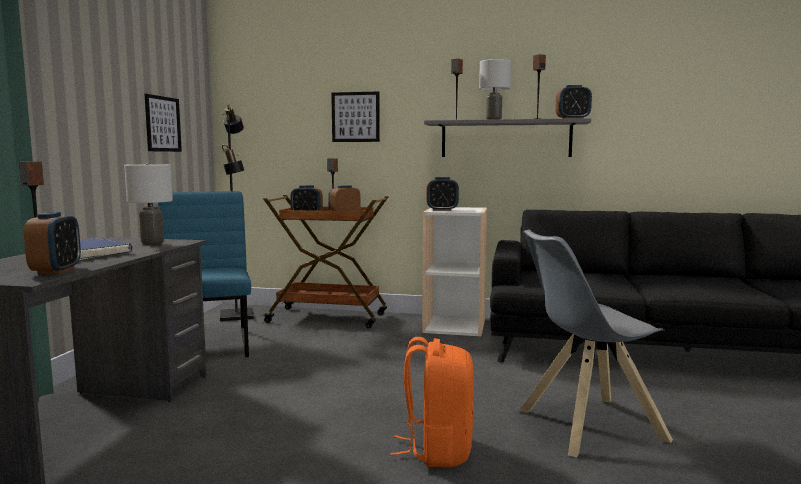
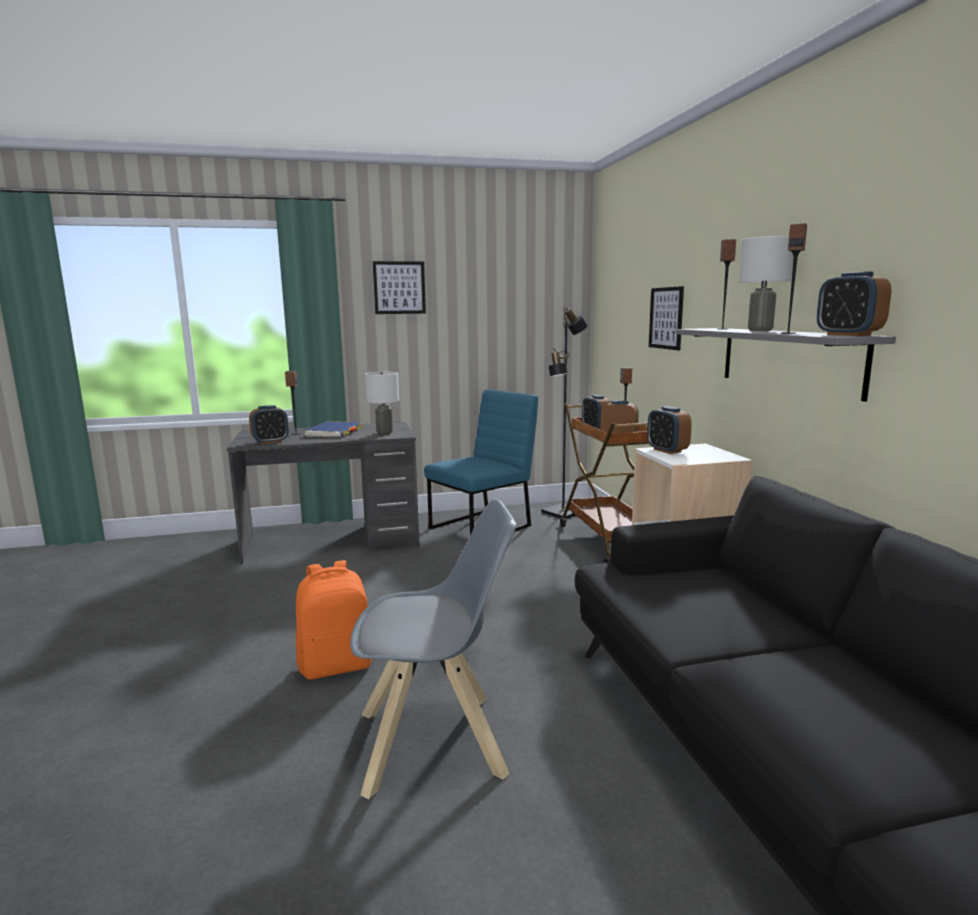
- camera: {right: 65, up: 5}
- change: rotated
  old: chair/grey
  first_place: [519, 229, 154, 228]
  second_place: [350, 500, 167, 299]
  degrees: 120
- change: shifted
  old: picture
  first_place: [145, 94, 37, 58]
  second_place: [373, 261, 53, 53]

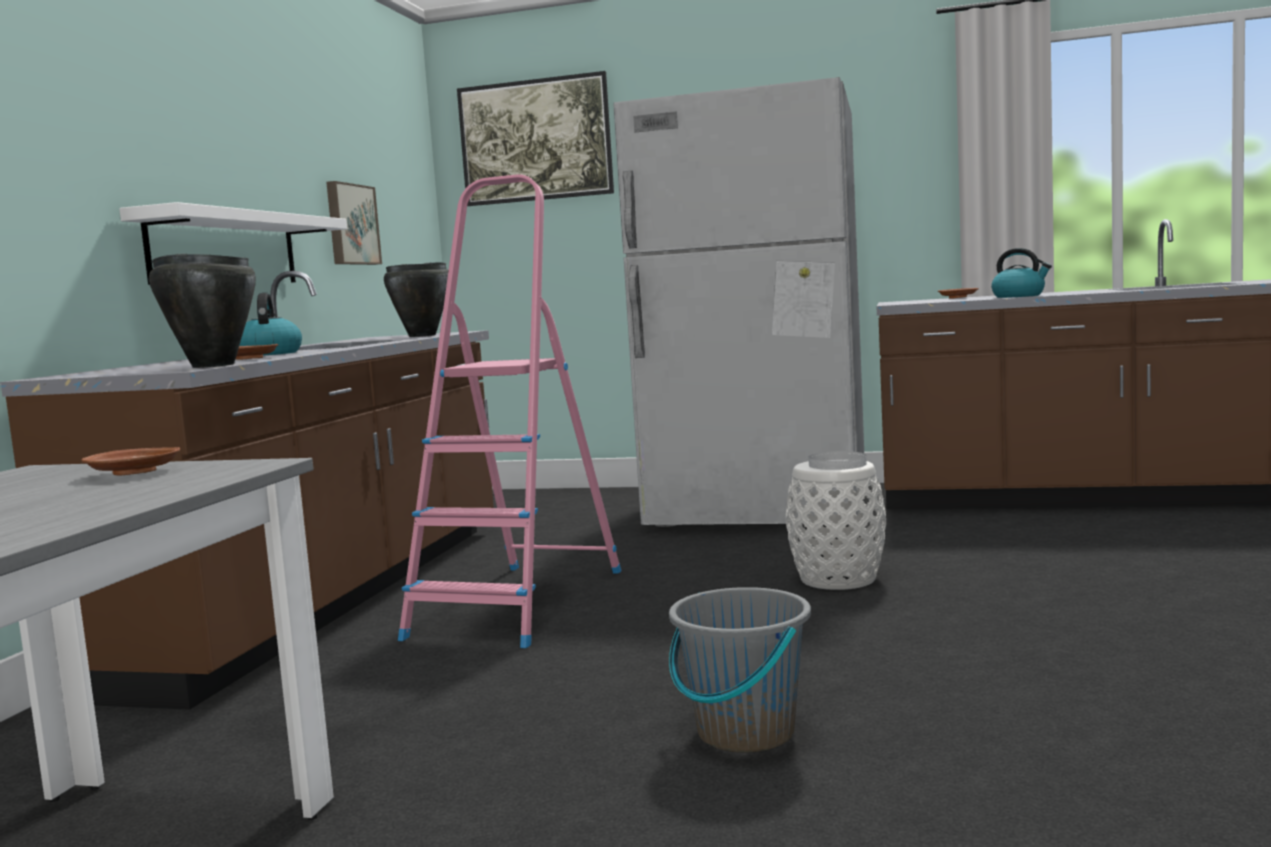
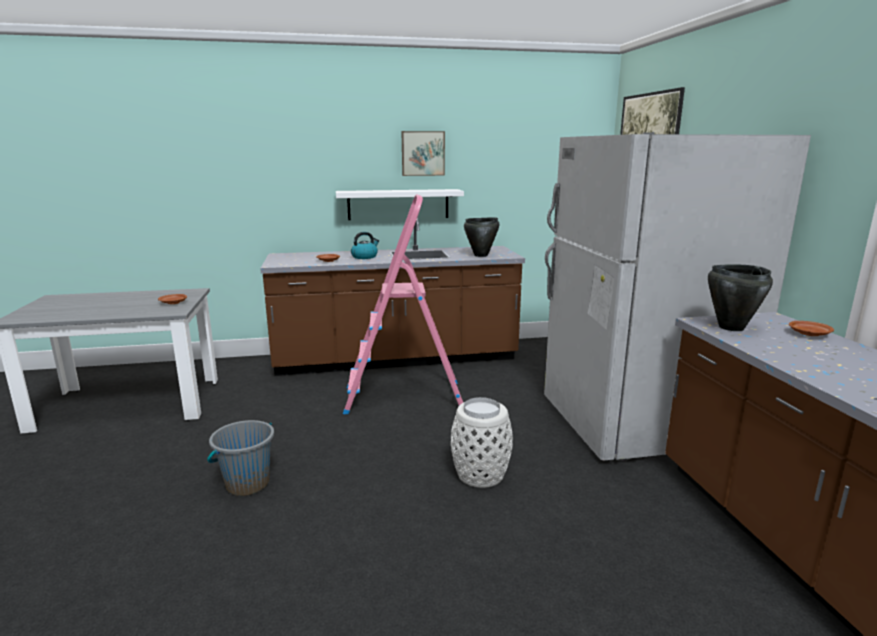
- camera: {right: 65, up: 10}
- change: shifted
  old: picture
  first_place: [326, 181, 56, 84]
  second_place: [401, 131, 44, 45]
- change: shifted
  old: cooking pot/black
  first_place: [149, 254, 107, 114]
  second_place: [708, 264, 65, 67]
- change: gone
  old: kettle
  first_place: [991, 248, 61, 50]

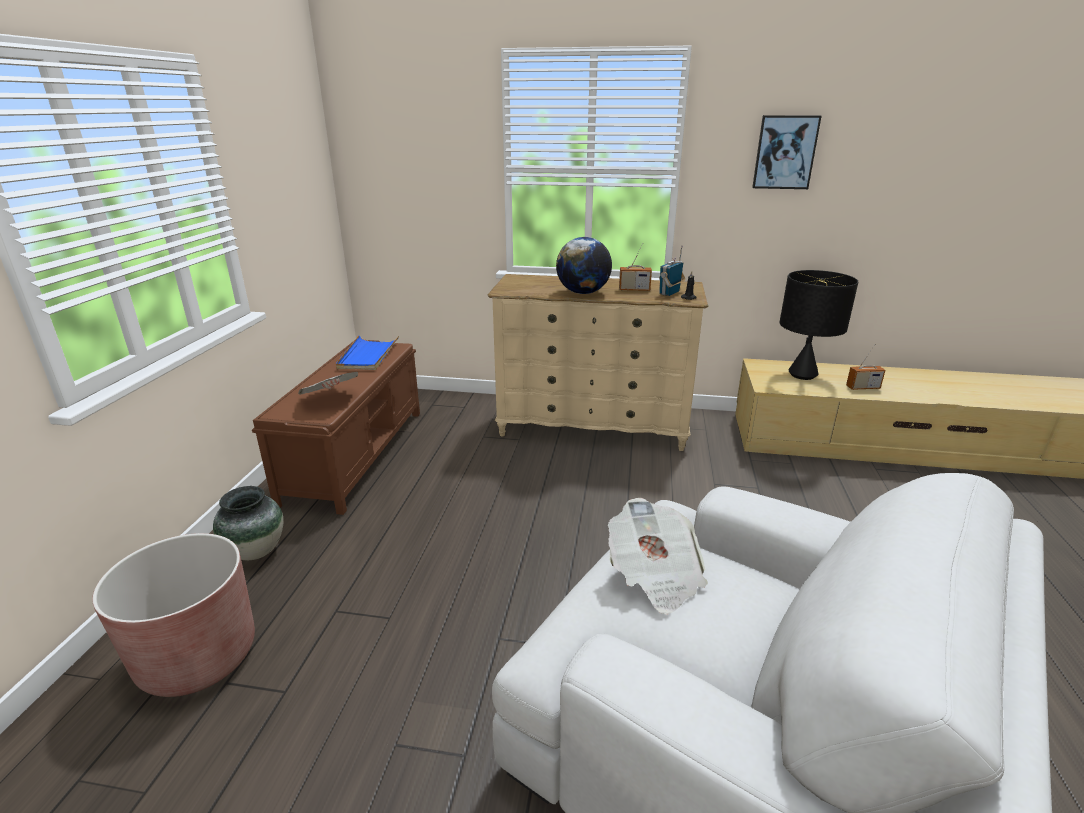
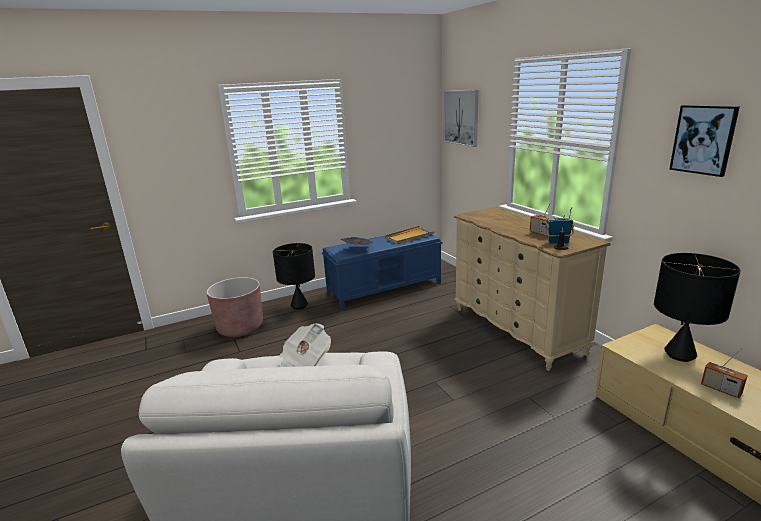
- camera: {right: 55, up: -5}
- change: swapped
  old: vase
  new: table lamp/black
  first_place: [213, 486, 70, 74]
  second_place: [273, 243, 42, 66]
- change: repainted
  old: bench/brown
  new: bench/blue
  first_place: [252, 340, 168, 175]
  second_place: [322, 228, 120, 81]
- change: repainted
  old: tray/blue
  new: tray/beige
  first_place: [336, 335, 63, 35]
  second_place: [385, 226, 50, 18]
- change: new
  new: picture
  second_place: [444, 90, 35, 57]
- change: gone
  old: globe
  first_place: [556, 237, 56, 57]

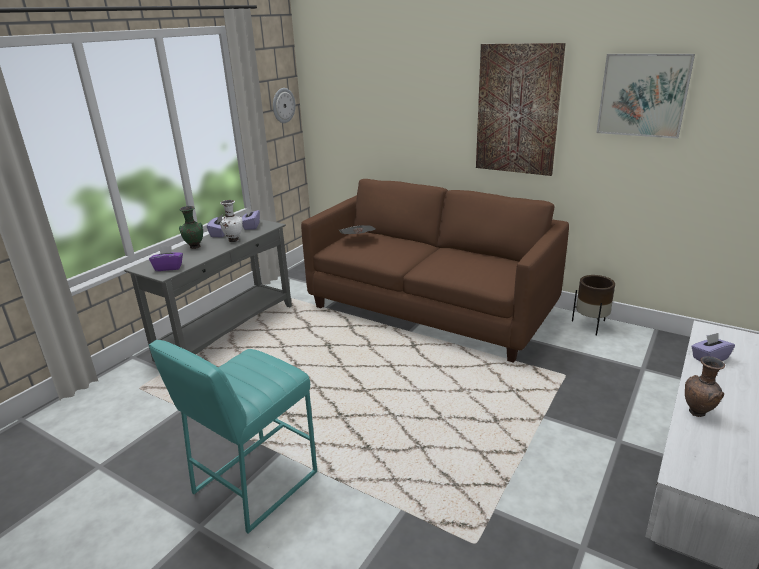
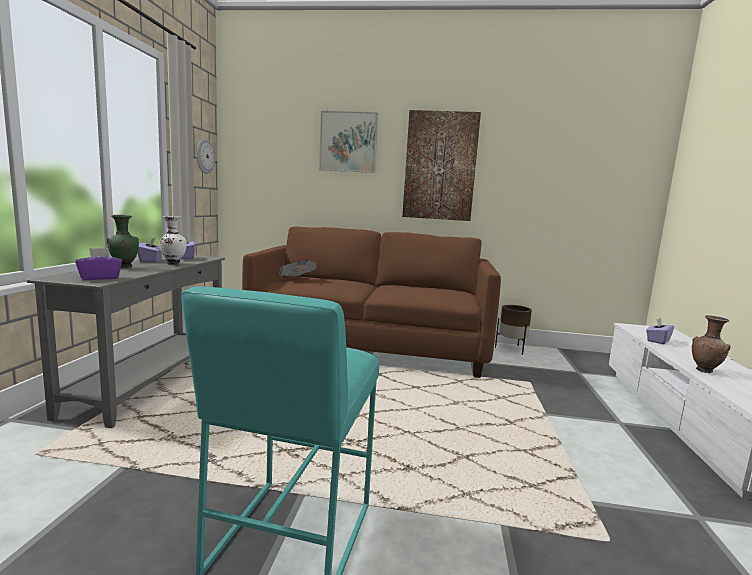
- camera: {right: -25, up: -15}
- change: shifted
  old: picture
  first_place: [596, 54, 99, 85]
  second_place: [319, 111, 59, 62]

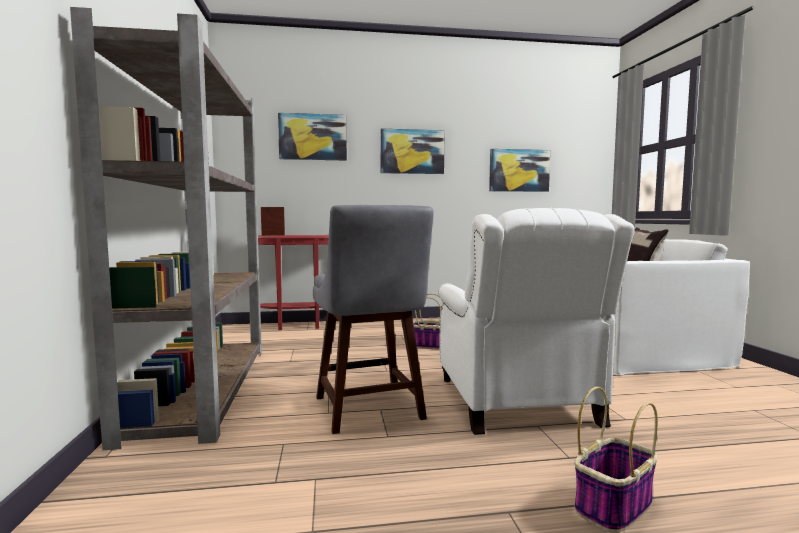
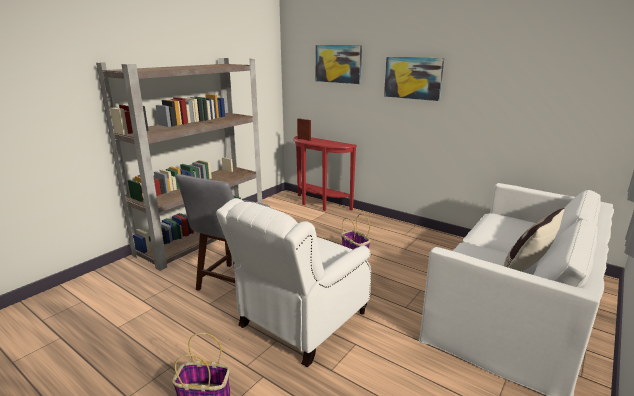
- camera: {right: 45, up: 15}
- change: gone
  old: picture
  first_place: [489, 149, 61, 43]

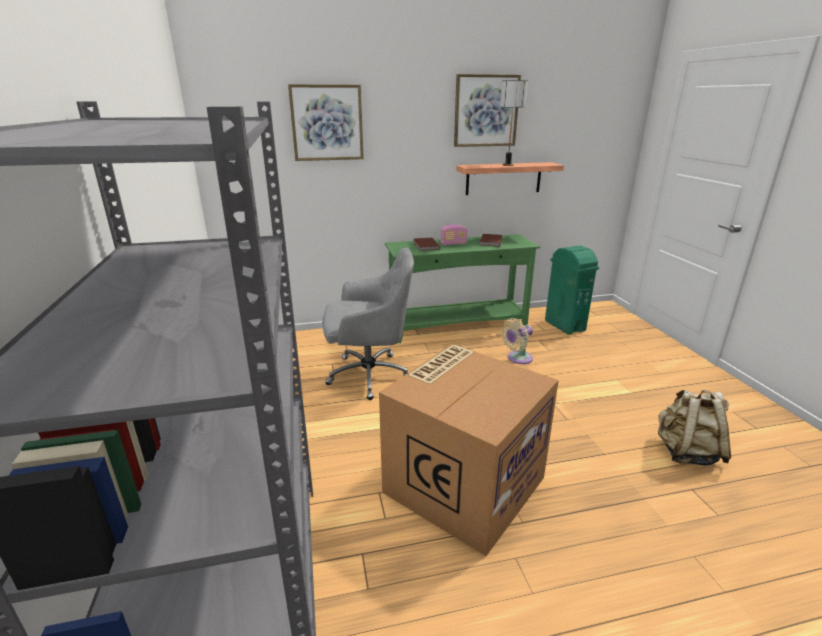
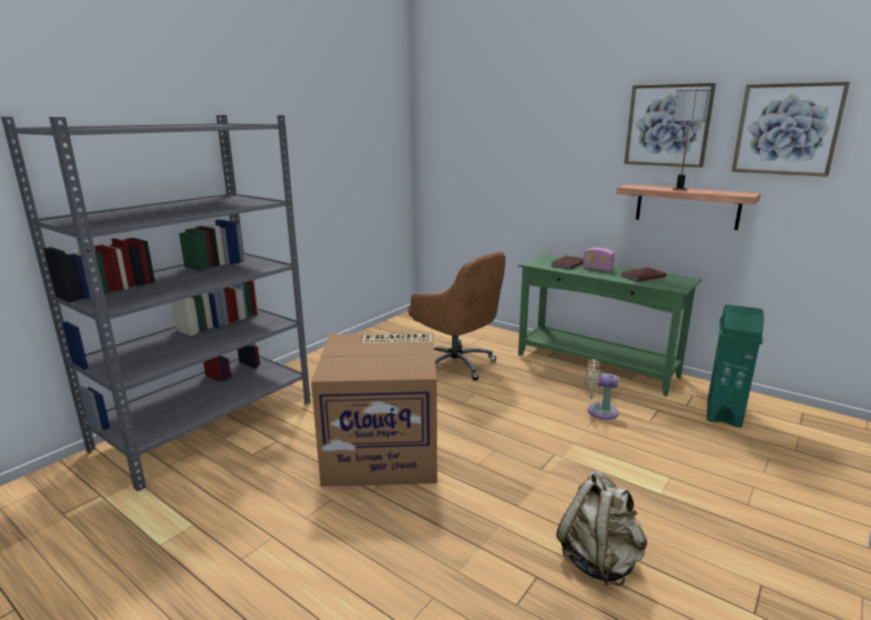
- camera: {right: 50, up: -5}
- change: repainted
  old: office chair/grey
  new: office chair/brown
  first_place: [322, 247, 92, 153]
  second_place: [407, 252, 99, 129]
- change: shifted
  old: picture
  first_place: [288, 84, 76, 77]
  second_place: [732, 81, 118, 96]

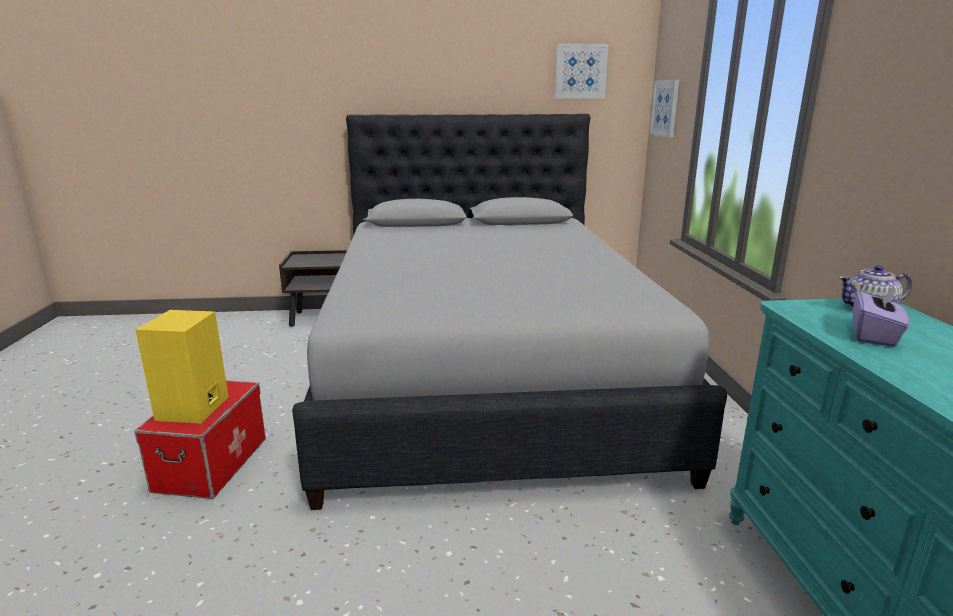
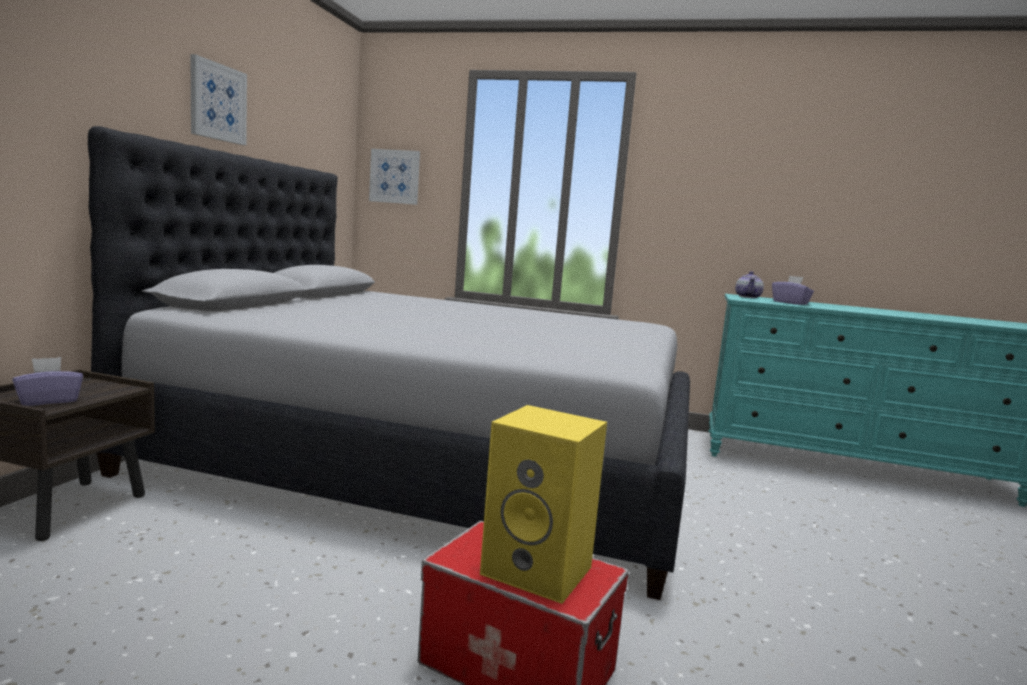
- camera: {right: -70, up: -10}
- change: new
  new: tissue box/purple
  second_place: [12, 357, 71, 49]
- change: shifted
  old: picture
  first_place: [555, 43, 54, 56]
  second_place: [191, 54, 56, 91]

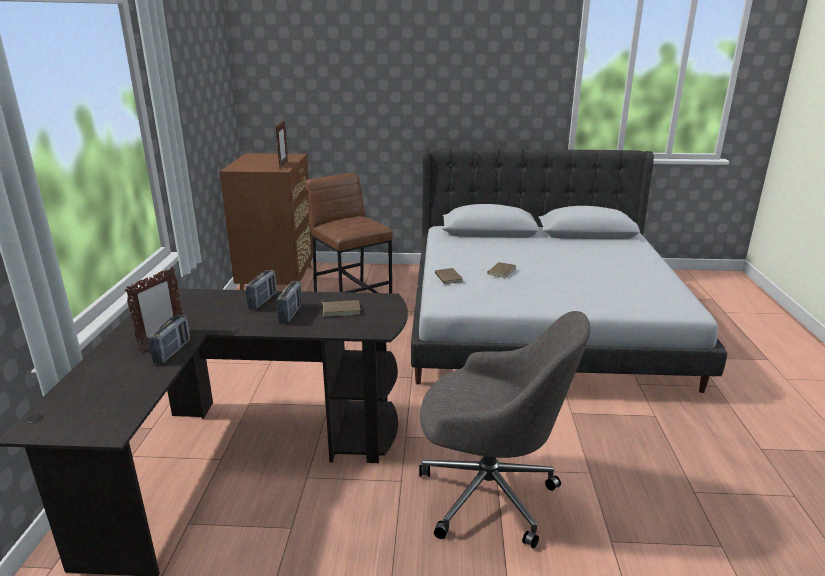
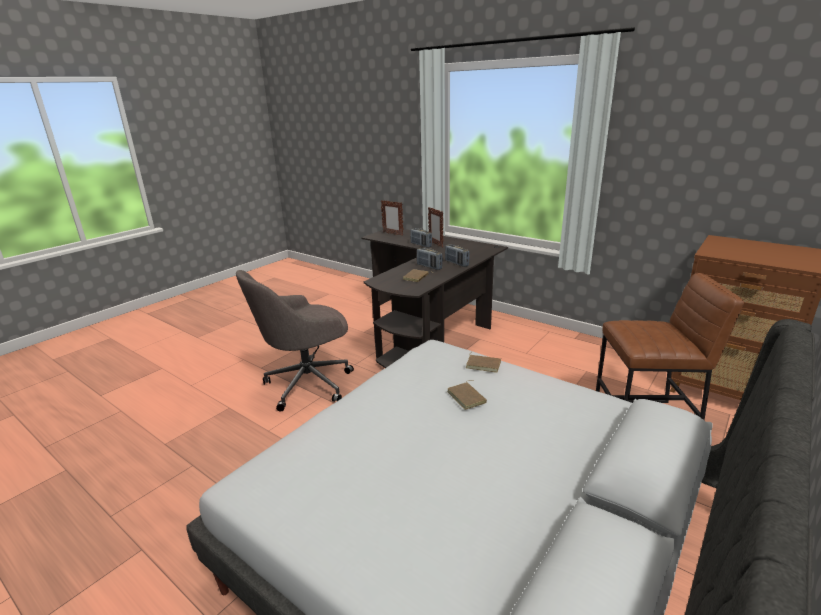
- camera: {right: 125, up: 0}
- change: shifted
  old: picture frame
  first_place: [276, 120, 12, 48]
  second_place: [381, 200, 23, 36]

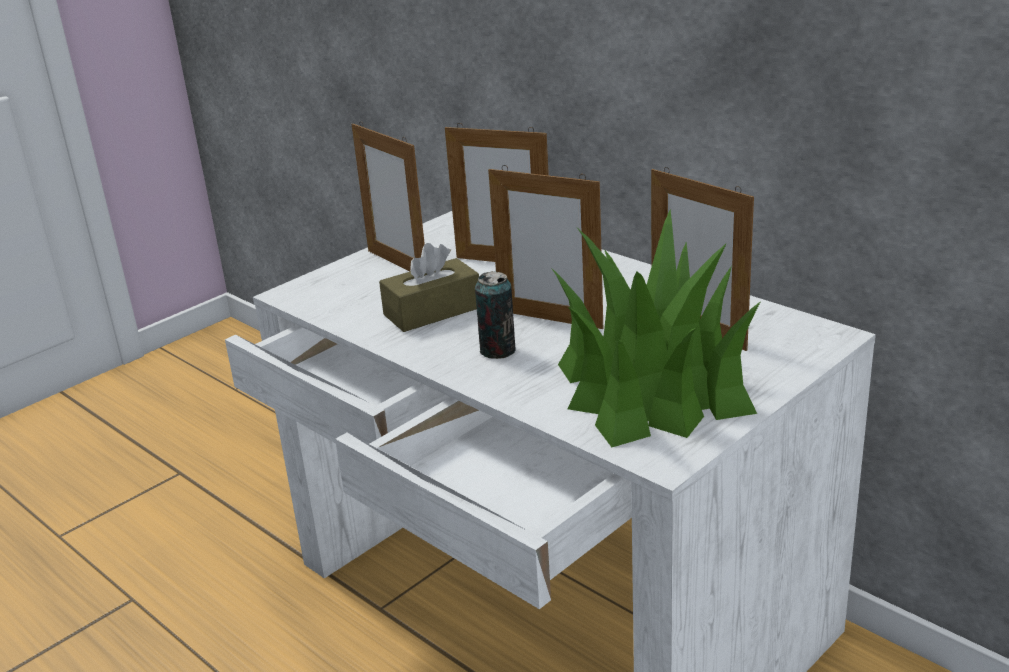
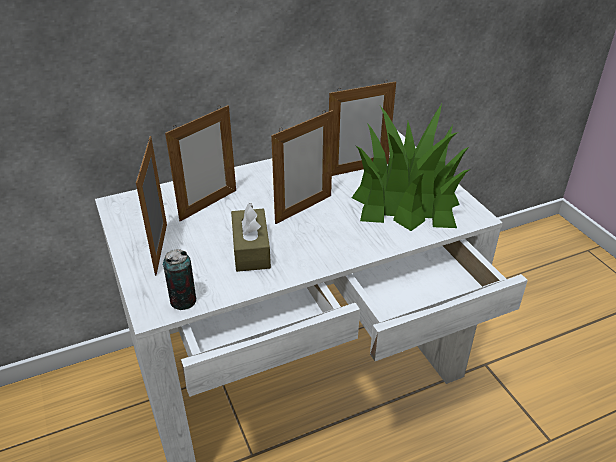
- camera: {right: -70, up: 10}
- change: rotated
  old: picture frame
  first_place: [352, 123, 73, 148]
  second_place: [136, 136, 31, 140]
  degrees: 105
- change: shifted
  old: can
  first_place: [475, 271, 41, 88]
  second_place: [163, 249, 33, 61]

